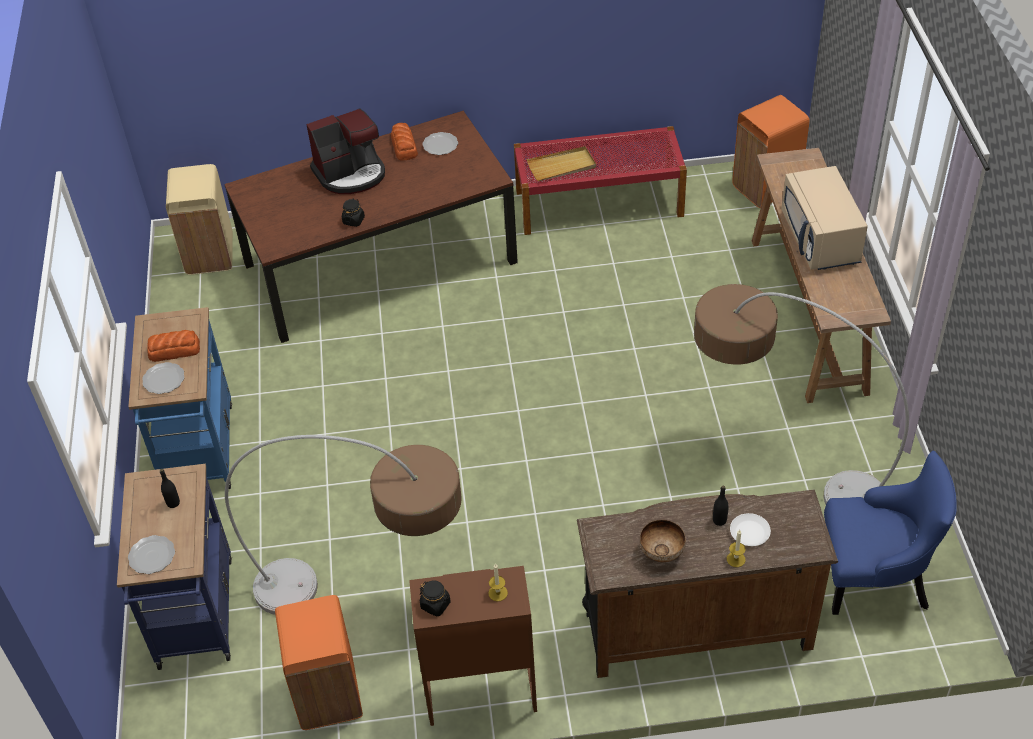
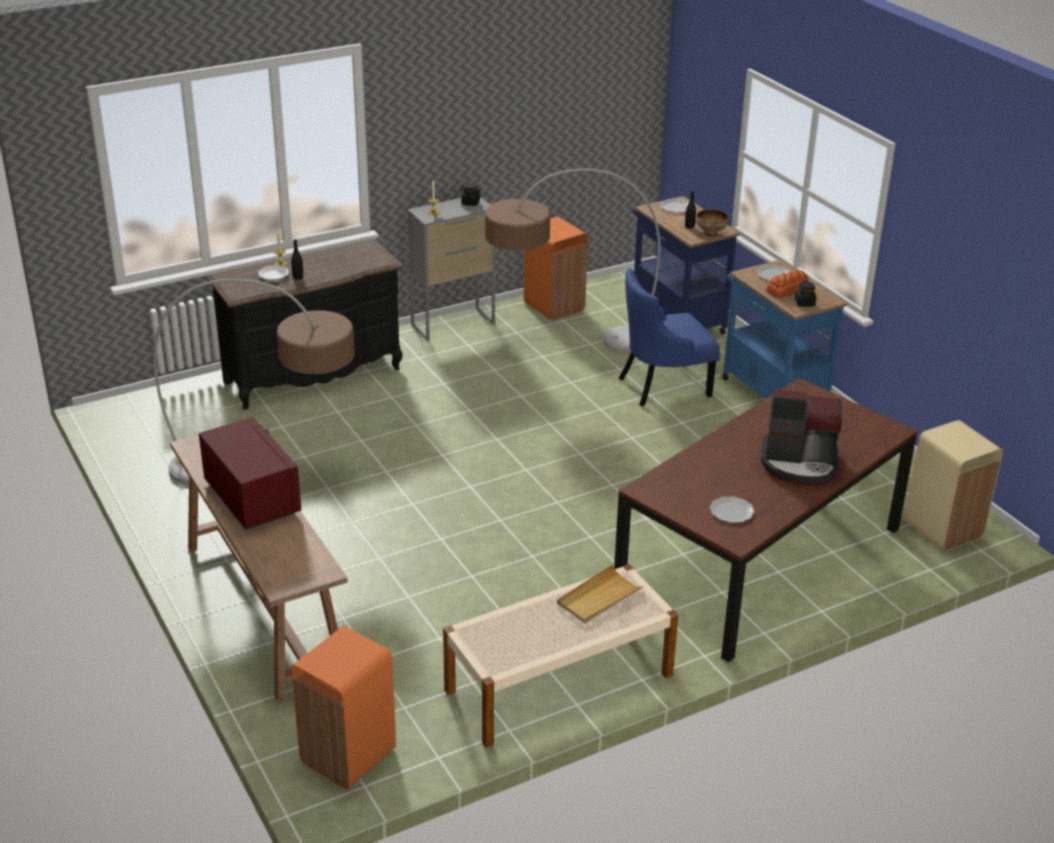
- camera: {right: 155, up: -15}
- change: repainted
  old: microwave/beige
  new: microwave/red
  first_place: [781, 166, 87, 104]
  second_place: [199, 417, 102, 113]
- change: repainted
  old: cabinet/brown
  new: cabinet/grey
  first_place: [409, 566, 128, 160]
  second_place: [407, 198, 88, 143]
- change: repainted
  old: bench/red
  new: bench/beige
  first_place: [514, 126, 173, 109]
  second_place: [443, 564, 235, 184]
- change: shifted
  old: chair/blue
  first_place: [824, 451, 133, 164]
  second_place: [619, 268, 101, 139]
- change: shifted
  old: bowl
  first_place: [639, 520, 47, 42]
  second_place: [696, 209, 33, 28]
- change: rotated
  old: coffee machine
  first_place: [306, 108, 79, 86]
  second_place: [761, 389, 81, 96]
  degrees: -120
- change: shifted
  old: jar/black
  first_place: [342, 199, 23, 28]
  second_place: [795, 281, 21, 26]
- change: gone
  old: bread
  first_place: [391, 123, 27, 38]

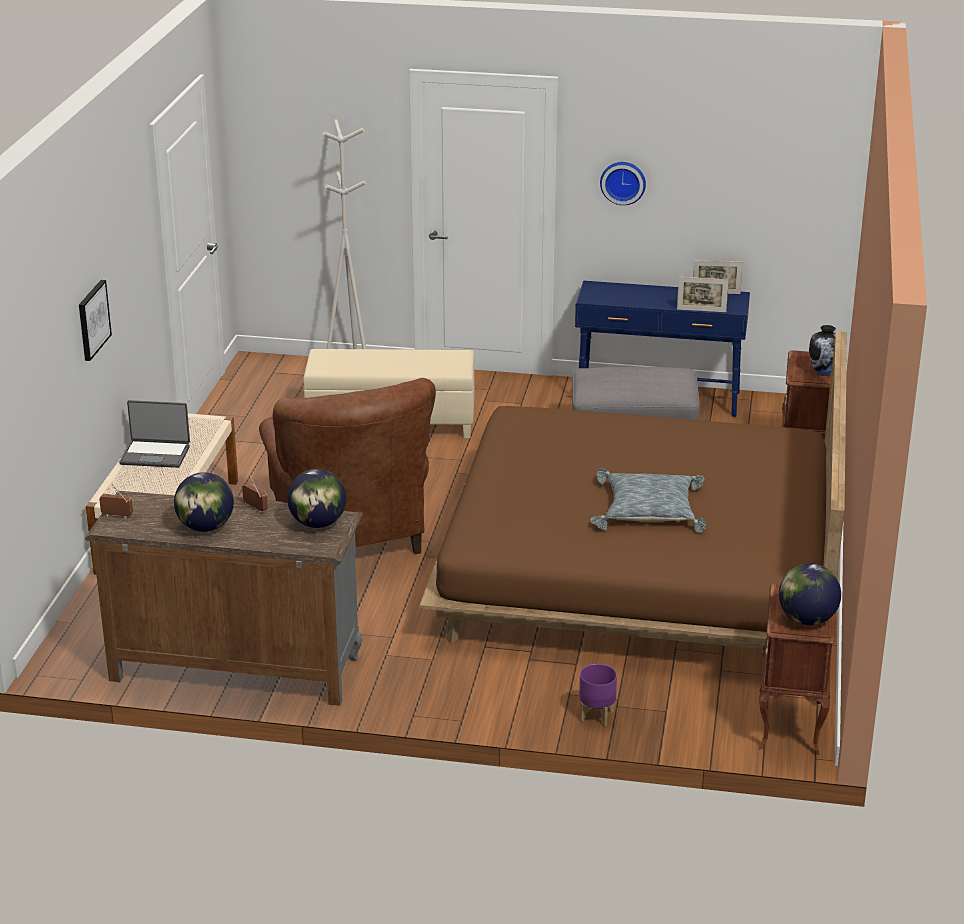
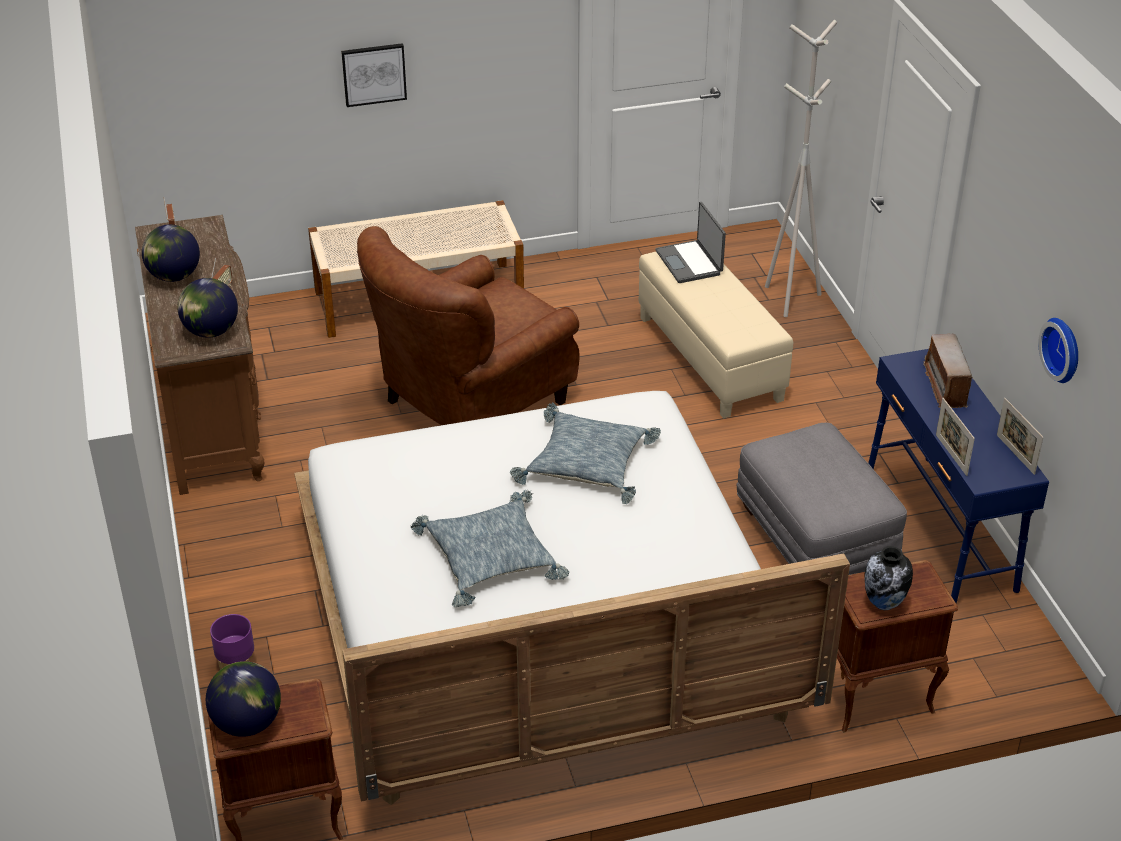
- camera: {right: 65, up: 10}
- change: repainted
  old: dresser/grey
  new: dresser/brown
  first_place: [85, 491, 278, 215]
  second_place: [135, 215, 129, 280]
- change: repainted
  old: bed/brown
  new: bed/white
  first_place: [420, 331, 427, 318]
  second_place: [294, 391, 556, 414]
- change: new
  new: pillow
  second_place: [510, 402, 151, 102]
- change: shifted
  old: laptop
  first_place: [119, 400, 71, 68]
  second_place: [656, 202, 70, 81]
- change: new
  new: radio
  second_place: [923, 334, 50, 74]
- change: shifted
  old: wall clock
  first_place: [600, 162, 46, 43]
  second_place: [1038, 318, 40, 65]

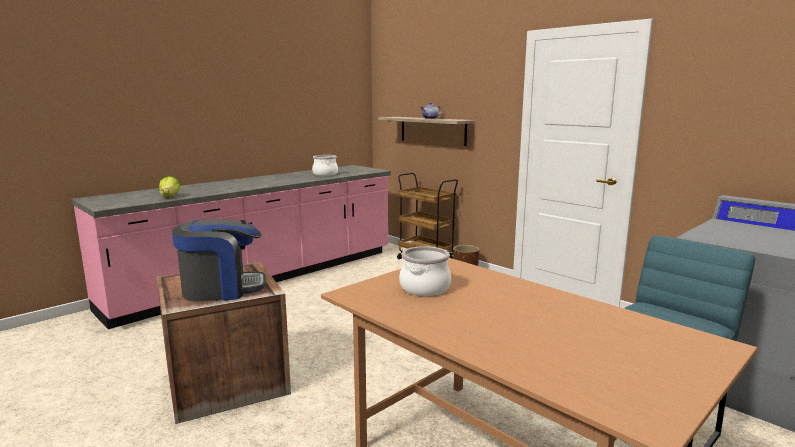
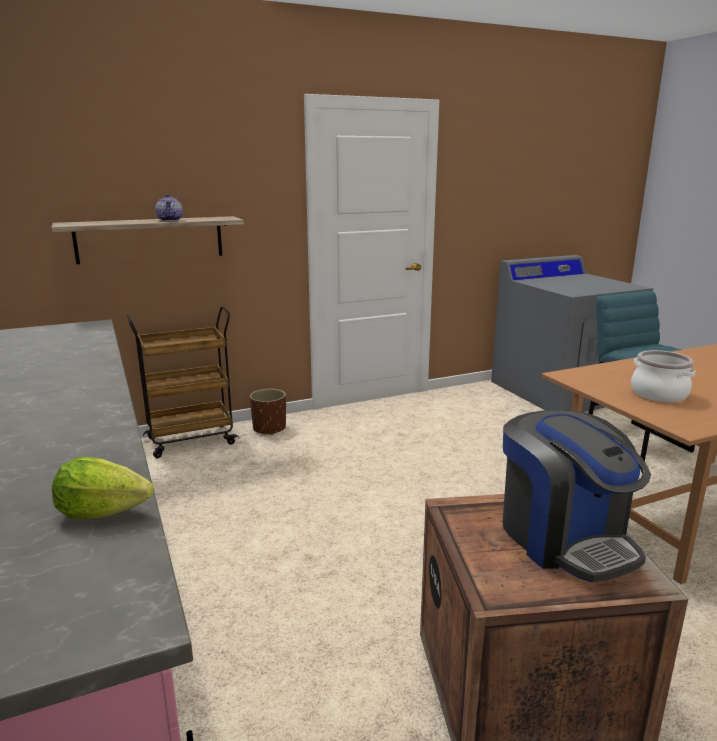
- camera: {right: -70, up: 5}
- change: rotated
  old: coffee machine
  first_place: [172, 219, 94, 83]
  second_place: [502, 410, 149, 172]
  degrees: 150
- change: gone
  old: cooking pot
  first_place: [312, 155, 26, 21]

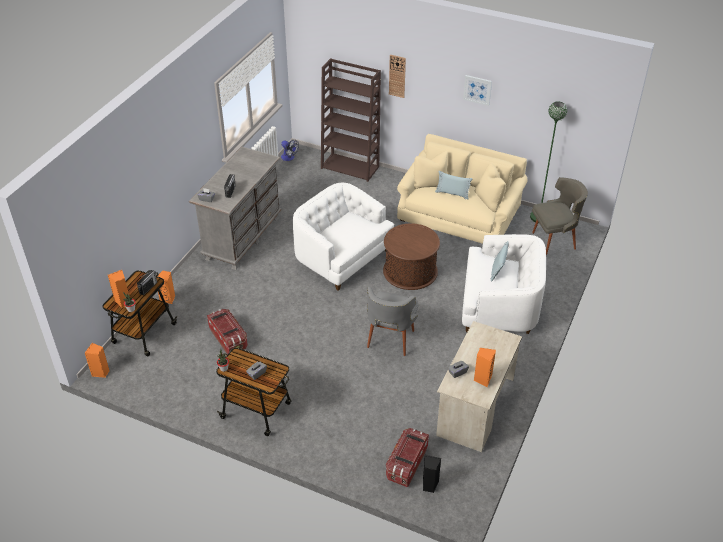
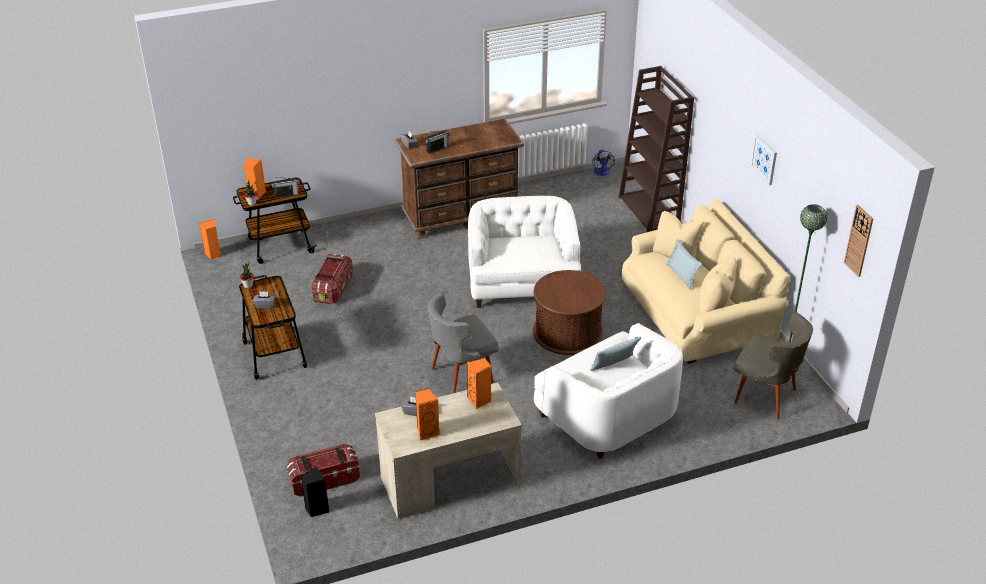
- camera: {right: 45, up: -5}
- change: repainted
  old: dresser/grey
  new: dresser/brown
  first_place: [189, 147, 92, 123]
  second_place: [394, 118, 130, 122]
- change: shifted
  old: speaker/orange
  first_place: [158, 270, 17, 34]
  second_place: [467, 358, 24, 51]
- change: shifted
  old: wall clock
  first_place: [389, 55, 17, 43]
  second_place: [844, 205, 29, 72]

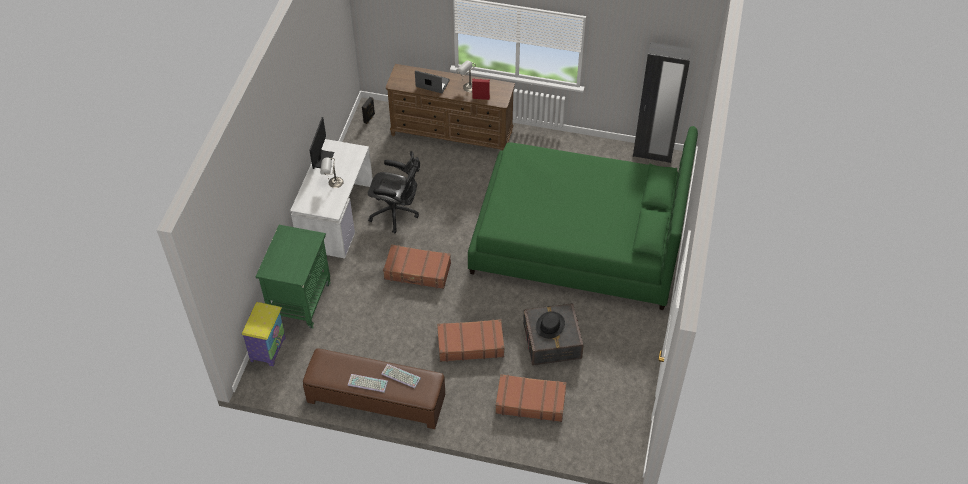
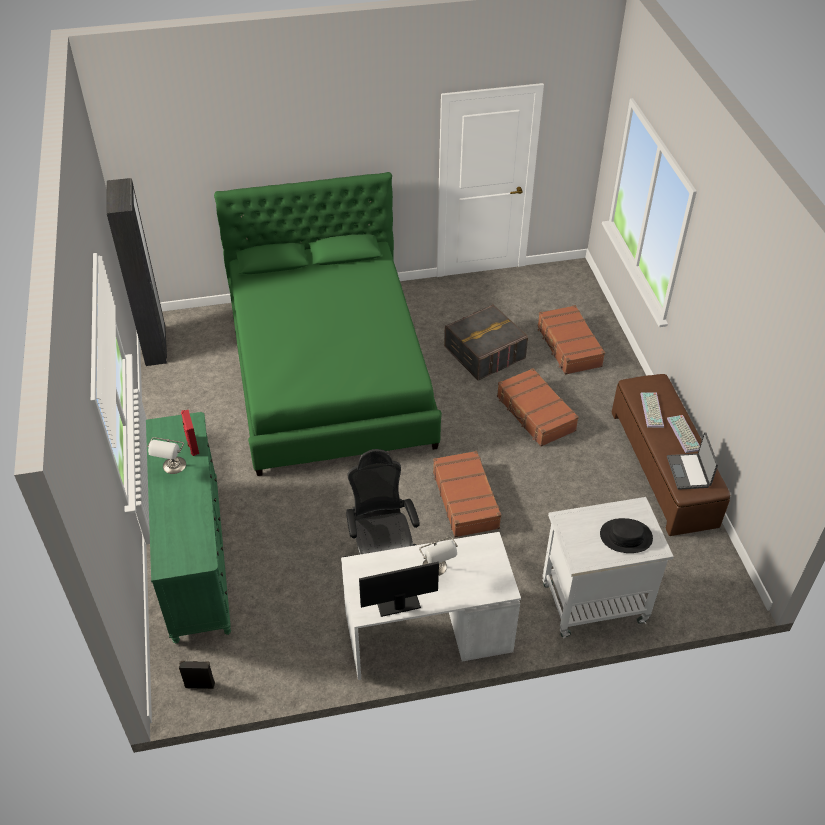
- camera: {right: -115, up: -5}
- change: repainted
  old: dresser/brown
  new: dresser/green
  first_place: [386, 64, 129, 87]
  second_place: [146, 412, 85, 232]
- change: repainted
  old: cart/green
  new: cart/white
  first_place: [256, 225, 74, 103]
  second_place: [542, 497, 132, 142]
- change: shifted
  old: hat/black
  first_place: [536, 311, 29, 28]
  second_place: [600, 518, 53, 35]
- change: shifted
  old: laptop
  first_place: [415, 70, 35, 23]
  second_place: [667, 432, 51, 58]
- change: gone
  old: nightstand
  first_place: [242, 302, 44, 64]

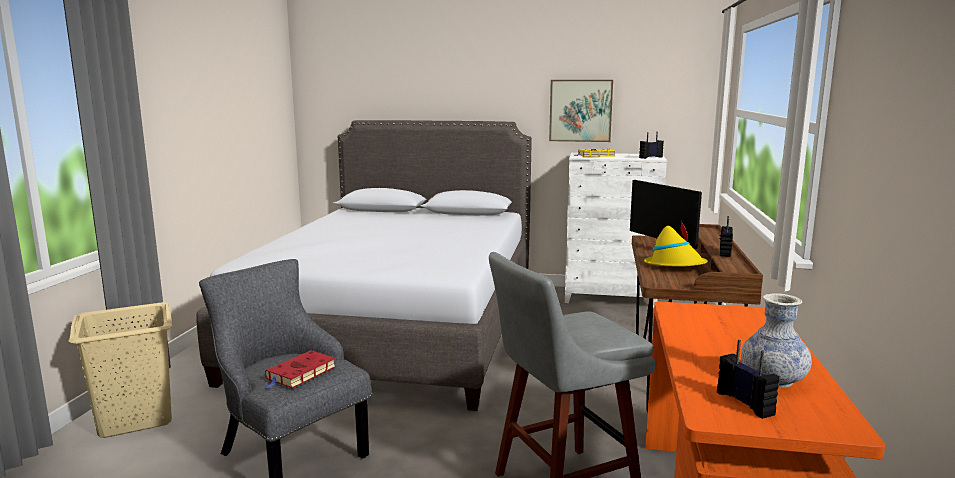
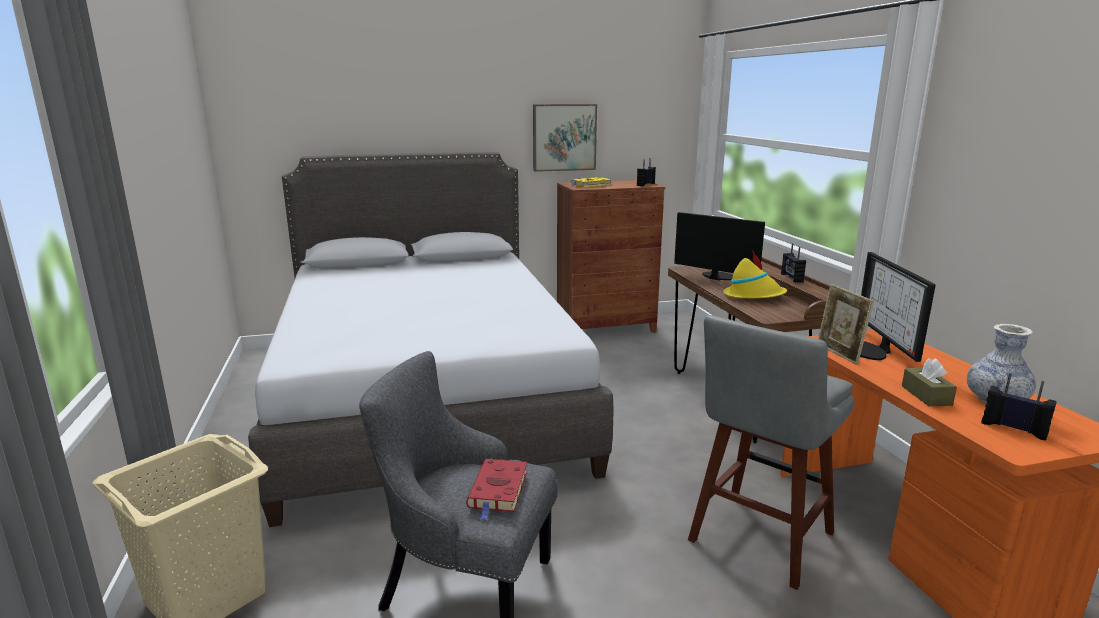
- camera: {right: -25, up: 5}
- change: repainted
  old: dresser/white
  new: dresser/brown
  first_place: [565, 153, 102, 155]
  second_place: [557, 180, 109, 153]
- change: new
  new: picture frame
  second_place: [818, 284, 56, 81]
- change: new
  new: monitor
  second_place: [860, 252, 76, 110]
- change: new
  new: tissue box/brown
  second_place: [902, 358, 55, 48]

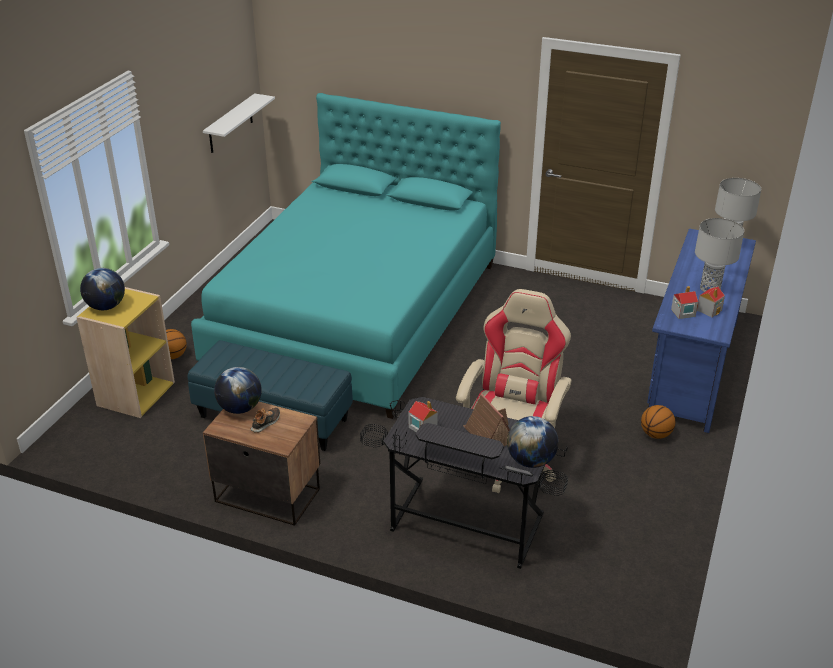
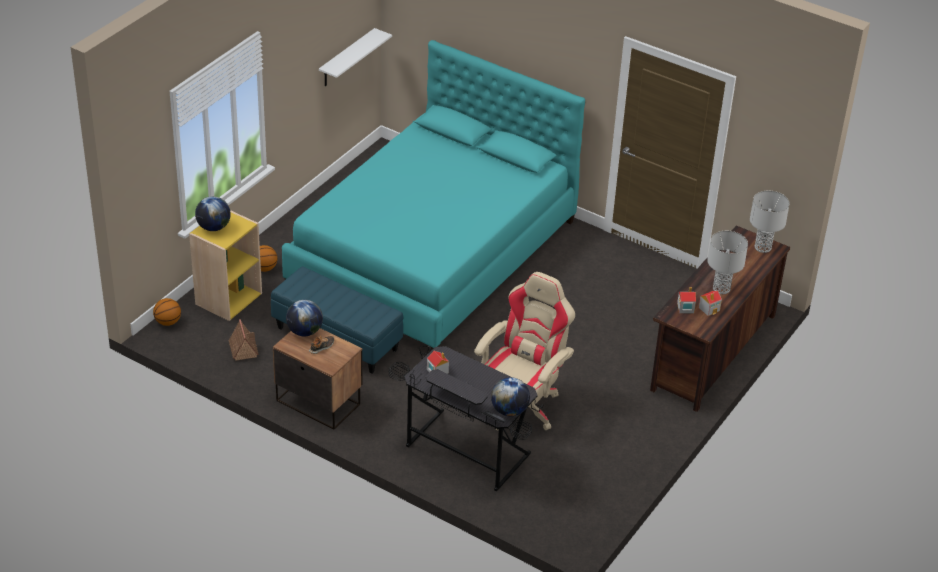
- camera: {right: 10, up: 5}
- change: shifted
  old: basketball
  first_place: [641, 405, 34, 34]
  second_place: [153, 298, 28, 28]
- change: shifted
  old: toy house
  first_place: [463, 394, 47, 52]
  second_place: [229, 319, 30, 42]
- change: repainted
  old: dresser/blue
  new: dresser/brown
  first_place: [647, 229, 109, 204]
  second_place: [650, 225, 140, 187]

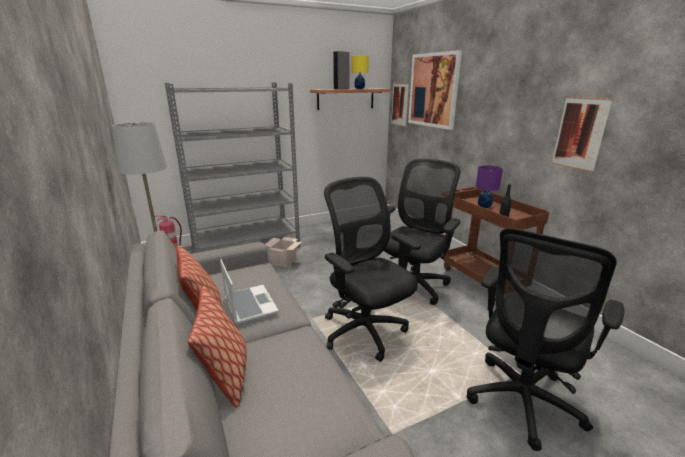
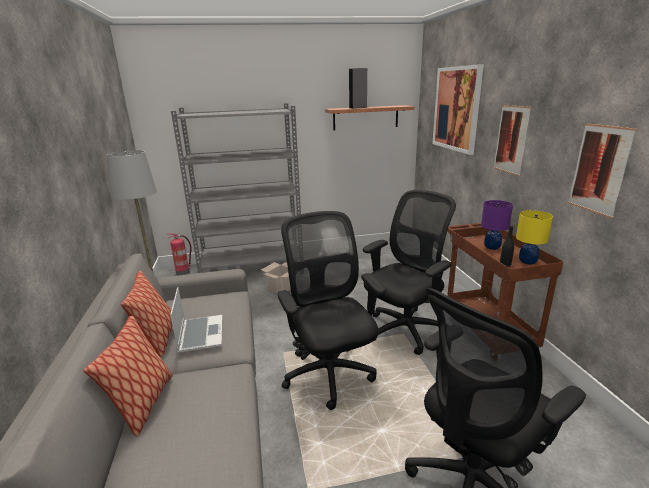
- camera: {right: 15, up: 0}
- change: shifted
  old: picture
  first_place: [391, 83, 18, 44]
  second_place: [494, 105, 37, 71]
- change: shifted
  old: table lamp/yellow
  first_place: [351, 56, 18, 33]
  second_place: [516, 210, 37, 55]

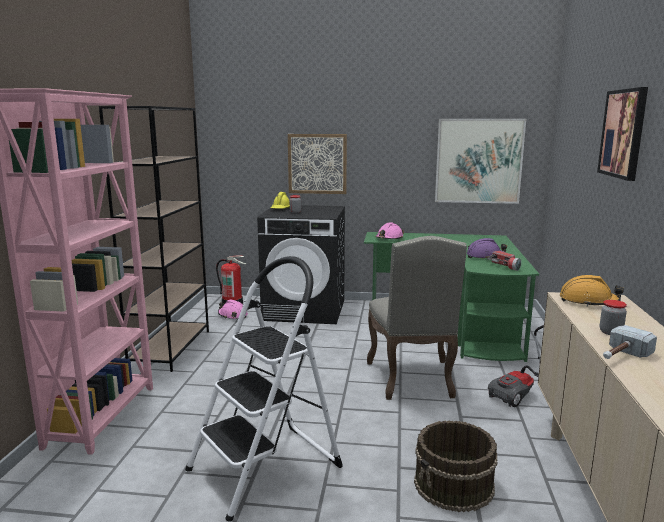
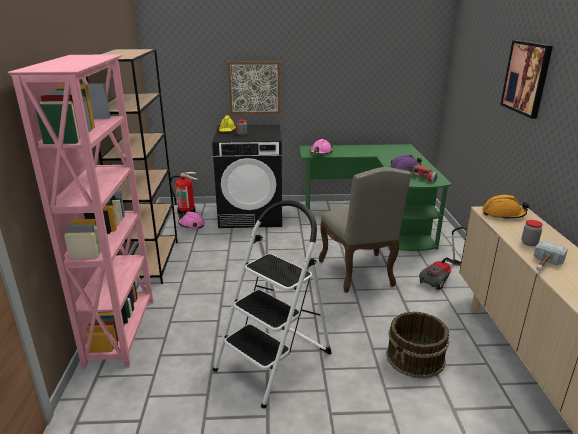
- camera: {right: -10, up: 10}
- change: gone
  old: picture
  first_place: [435, 119, 91, 85]

